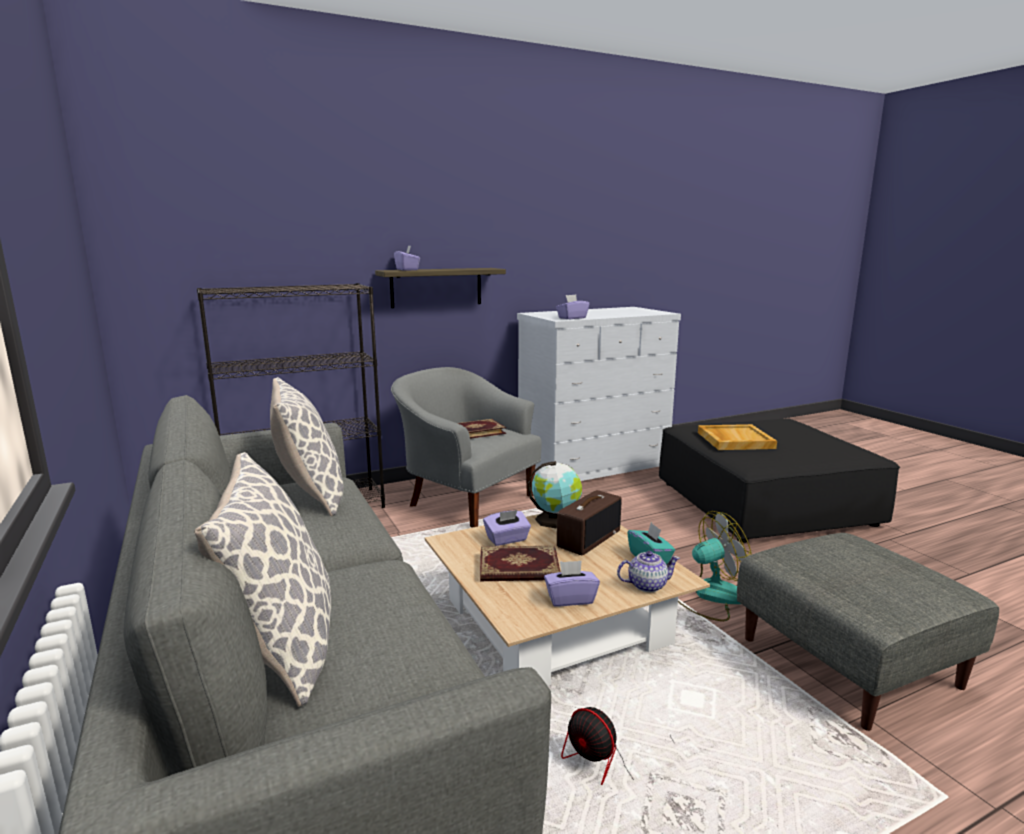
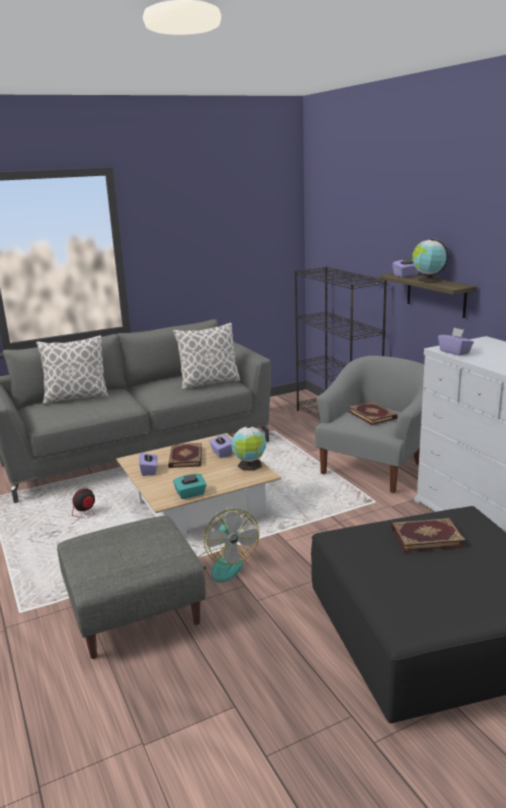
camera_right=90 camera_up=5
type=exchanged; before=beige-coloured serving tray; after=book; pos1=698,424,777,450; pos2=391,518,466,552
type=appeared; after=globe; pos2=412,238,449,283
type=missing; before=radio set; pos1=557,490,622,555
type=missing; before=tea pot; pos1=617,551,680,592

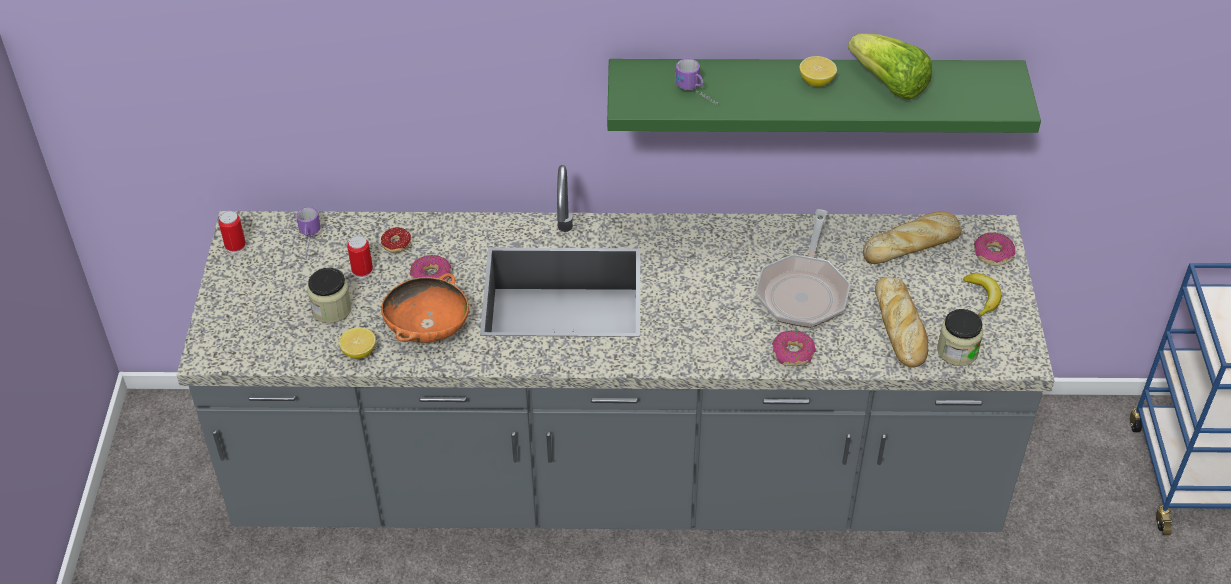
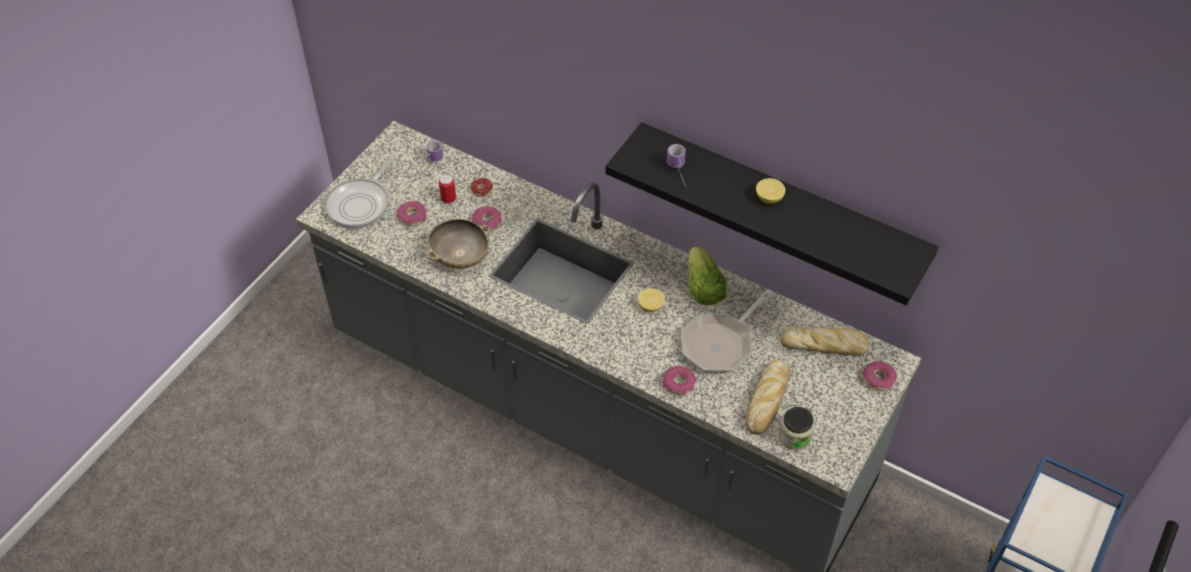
camera_right=30 camera_up=5
type=appeared; after=skillet; pos2=325,158,394,229
type=exchanged; before=jar; after=ring doughnut; pos1=307,268,352,323; pos2=397,201,426,226
type=colour; before=orange deep dish; after=beige-coloured deep dish; pos1=381,273,469,343; pos2=426,219,491,269
type=colour; before=greenish bracket shelf; after=black-coloured bracket shelf; pos1=607,59,1041,133; pos2=605,122,938,305
type=relocated; before=lemon; pos1=339,327,376,359; pos2=638,288,665,312
type=relocated; before=head of lettuce; pos1=848,33,932,100; pos2=689,246,726,305
type=missing; before=metal can; pos1=219,211,246,253
type=missing; before=banana; pos1=963,273,1001,317

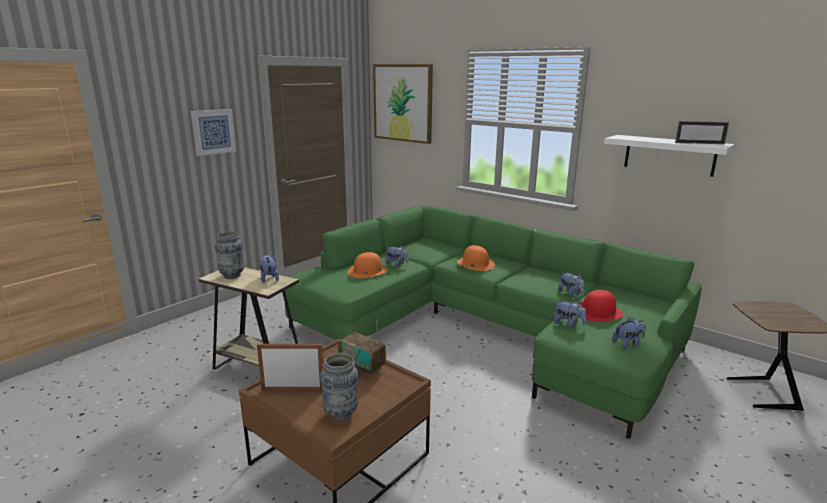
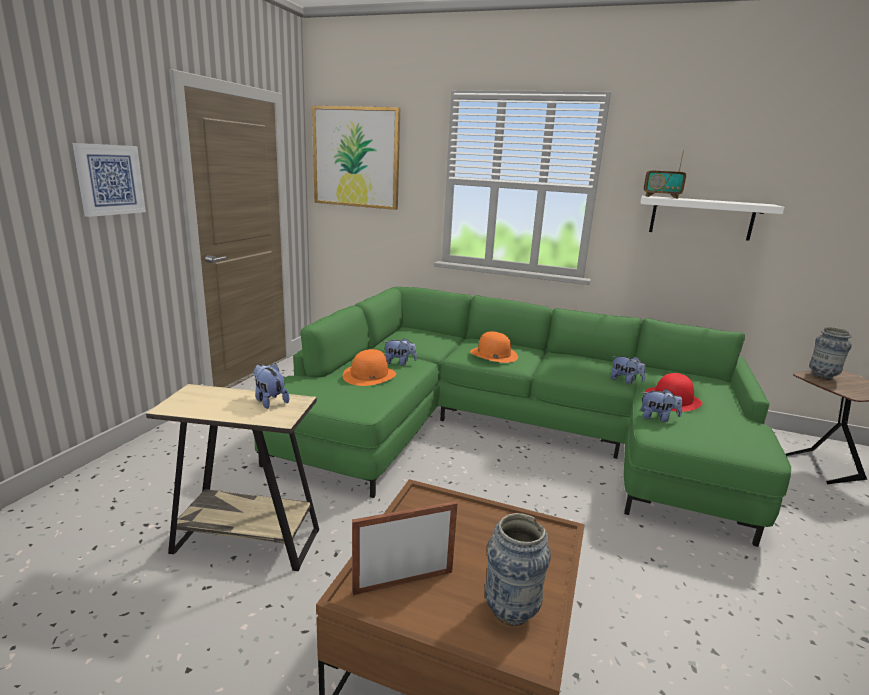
camera_right=-20 camera_up=0
type=relocated; before=radio set; pos1=338,321,386,378; pos2=644,150,686,199
type=relocated; before=decorative vase; pos1=214,231,244,279; pos2=809,327,852,380
type=missing; before=plush toy; pos1=612,317,646,349
type=missing; before=picture frame; pos1=675,121,729,144

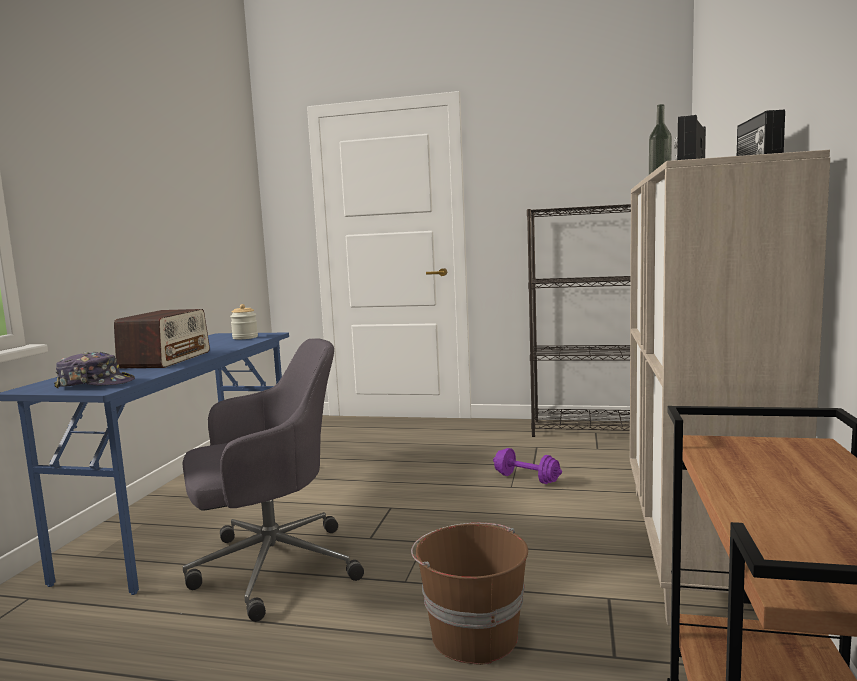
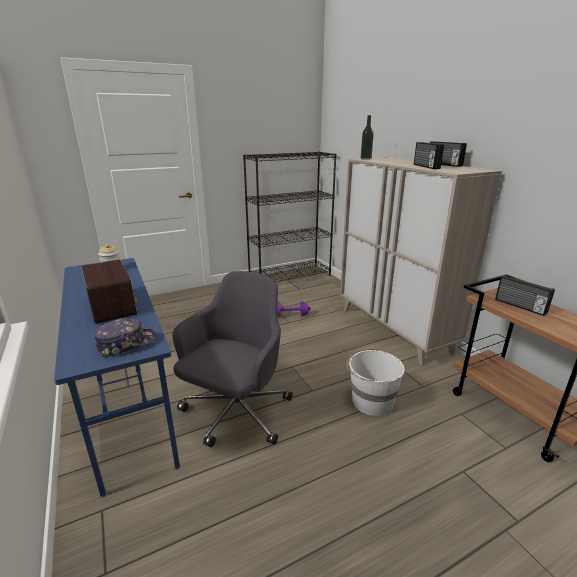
camera_right=-40 camera_up=15
type=colour; before=brown-coloured water bucket; after=whitish water bucket; pos1=411,523,528,665; pos2=347,349,405,416
type=appeared; after=radio set; pos2=495,275,555,316

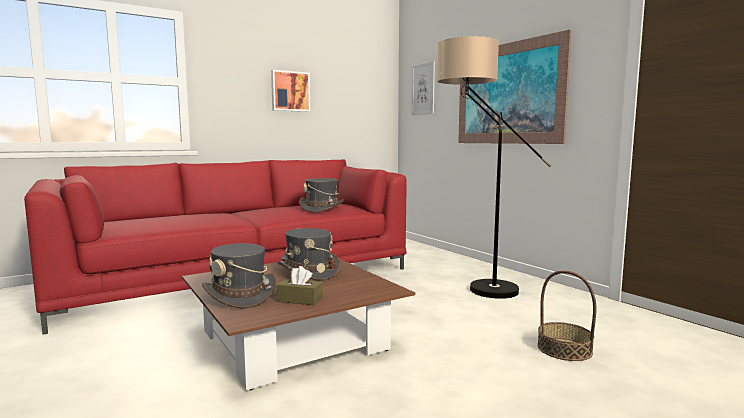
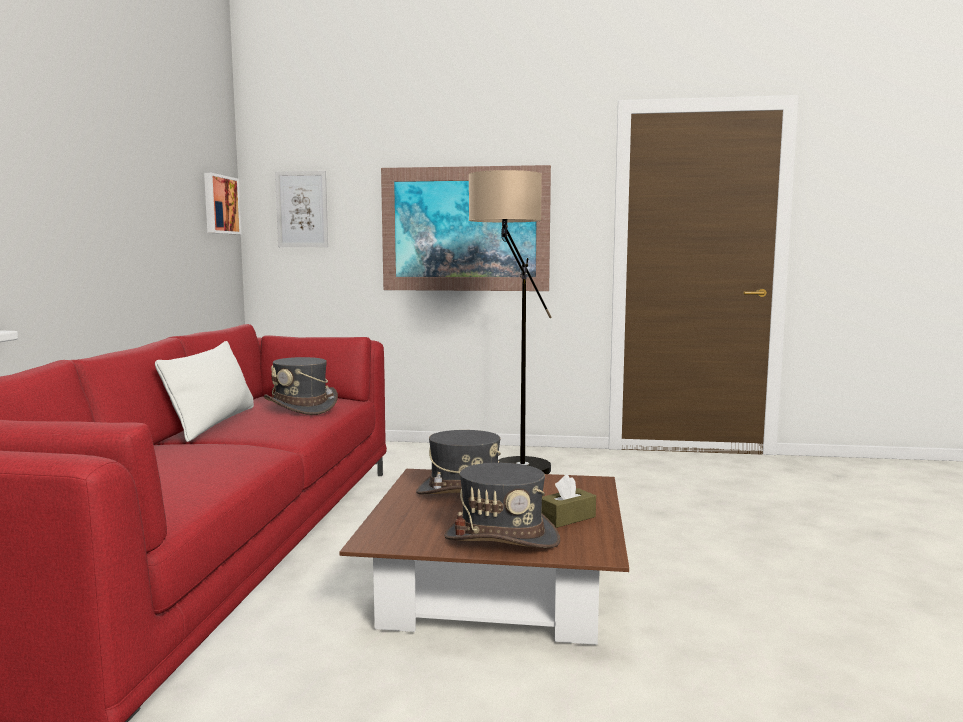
camera_right=-50 camera_up=0
type=appeared; after=whitish pillow; pos2=155,341,254,442
type=relocated; before=wall picture; pos1=271,70,310,112; pos2=204,173,242,234
type=missing; before=storage basket; pos1=537,270,596,361

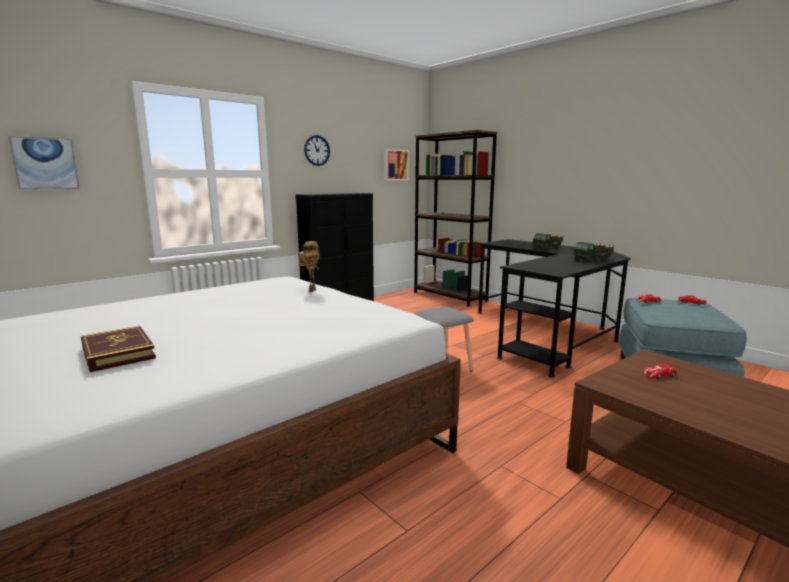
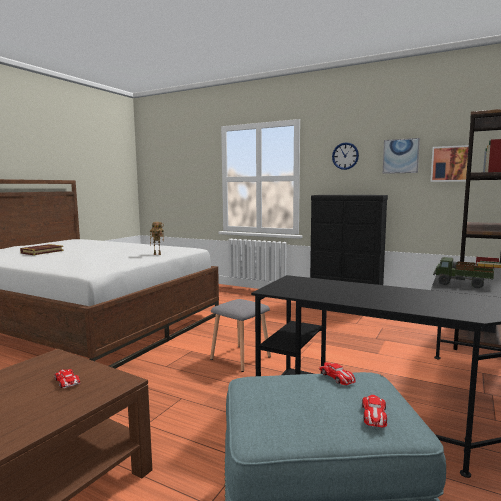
camera_right=70 camera_up=-5
type=relocated; before=wall picture; pos1=8,136,80,190; pos2=383,138,420,174
type=missing; before=model truck; pos1=573,242,614,263

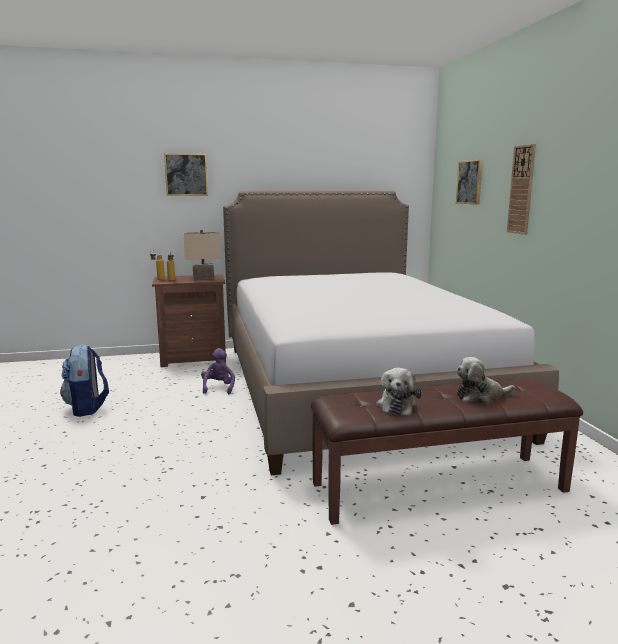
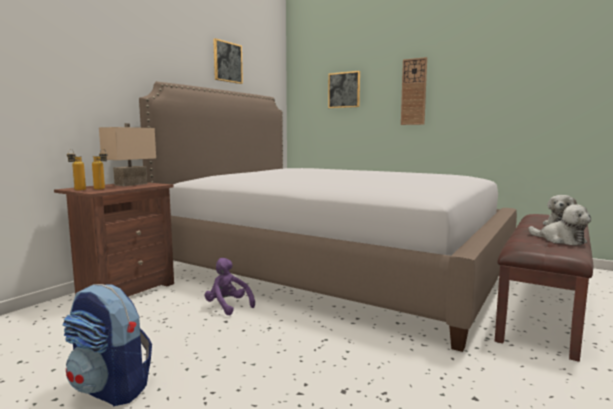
camera_right=-45 camera_up=-5
type=relocated; before=wall picture; pos1=164,153,208,196; pos2=213,38,243,84

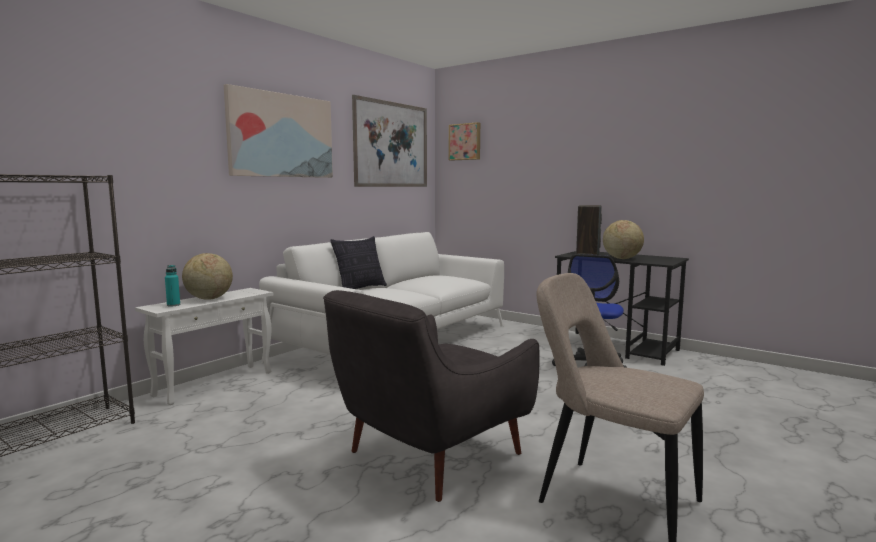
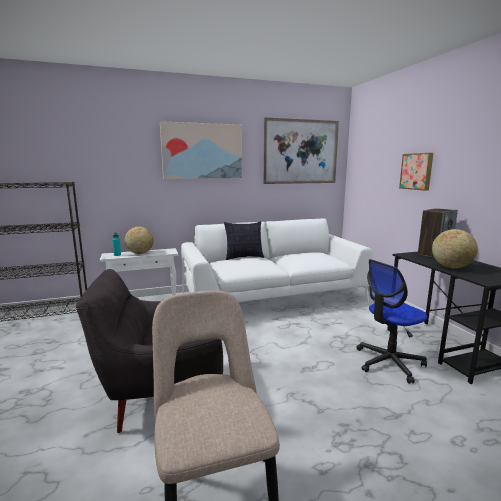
camera_right=35 camera_up=5
type=relocated; before=wall picture; pos1=449,122,480,161; pos2=399,153,433,191

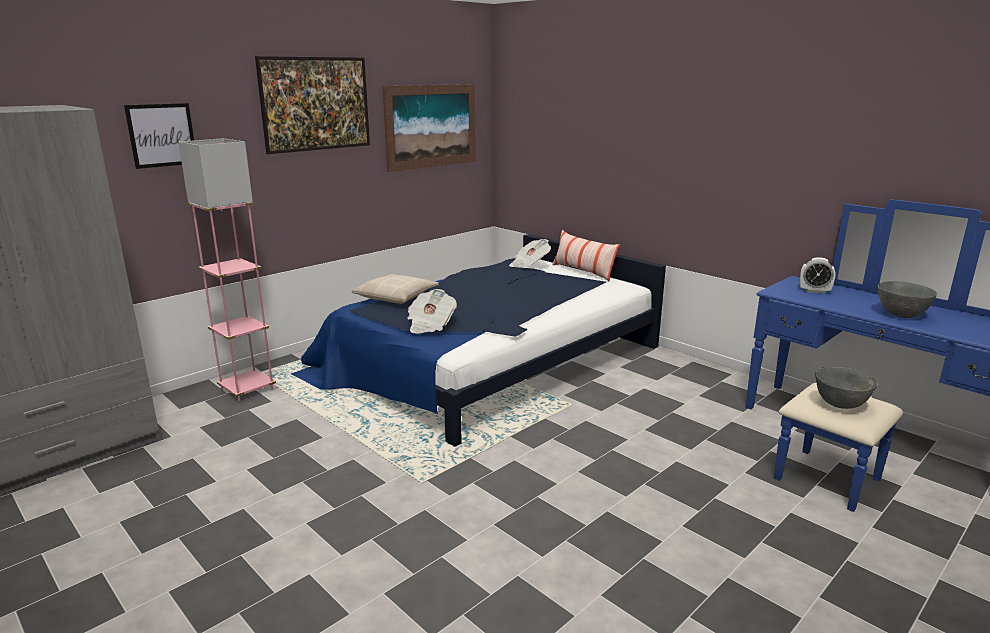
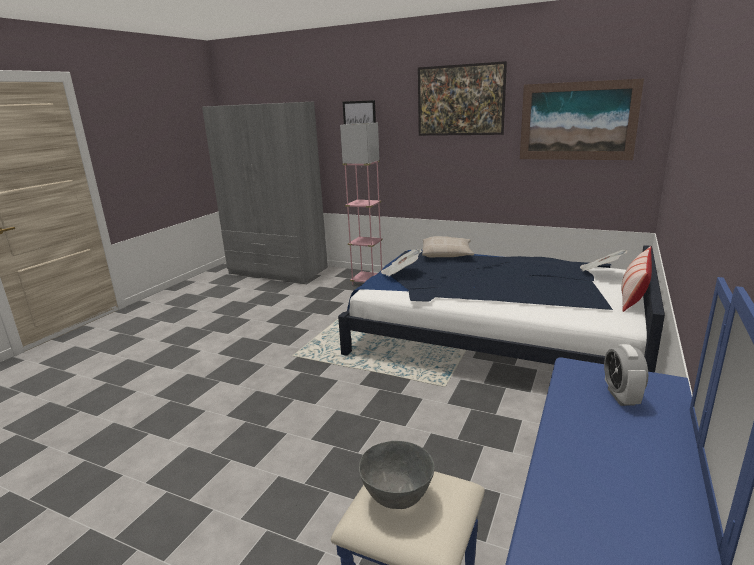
camera_right=70 camera_up=0
type=missing; before=greyish deep dish; pos1=878,281,937,318

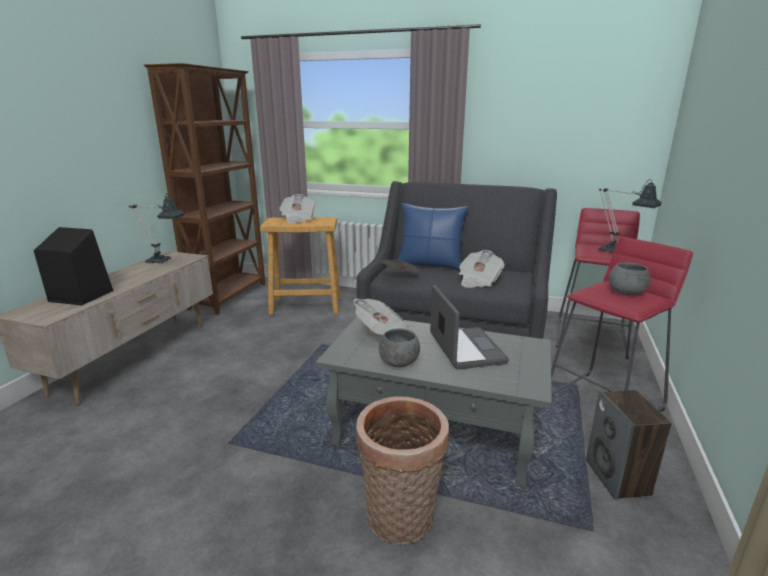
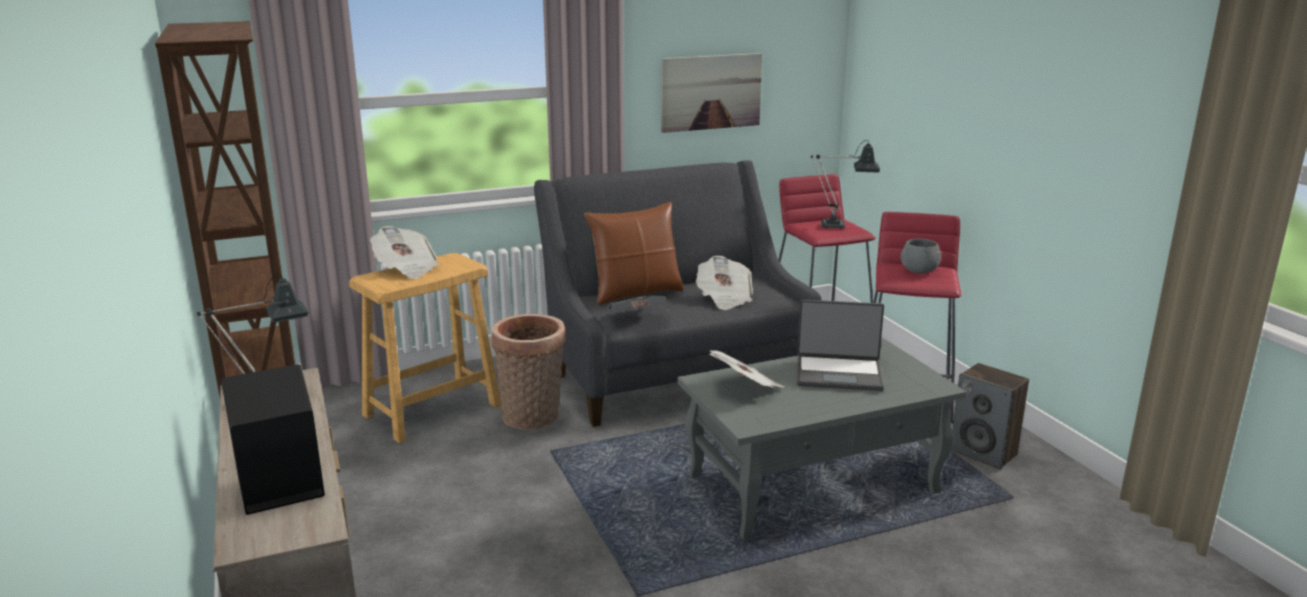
camera_right=-40 camera_up=0
type=relocated; before=storage basket; pos1=356,397,449,544; pos2=492,314,566,430
type=colour; before=blue pillow; after=brown-coloured pillow; pos1=398,203,468,271; pos2=584,202,684,305
type=appeared; after=wall picture; pos2=661,53,762,133
type=spun; before=laptop; pos1=430,285,509,369; pos2=797,300,884,391; turn=150
type=missing; before=greyish deep dish; pos1=379,328,420,367

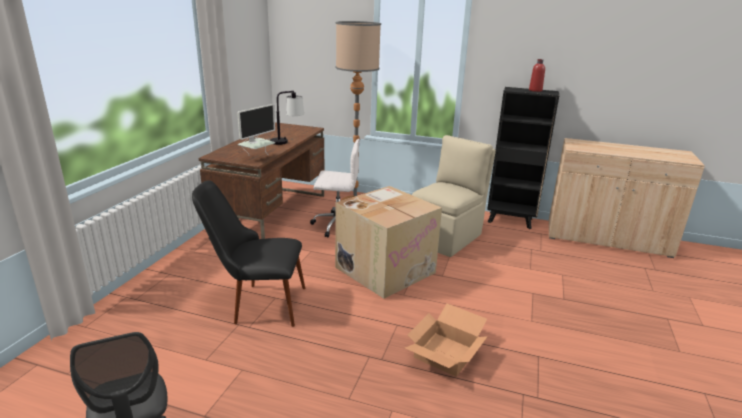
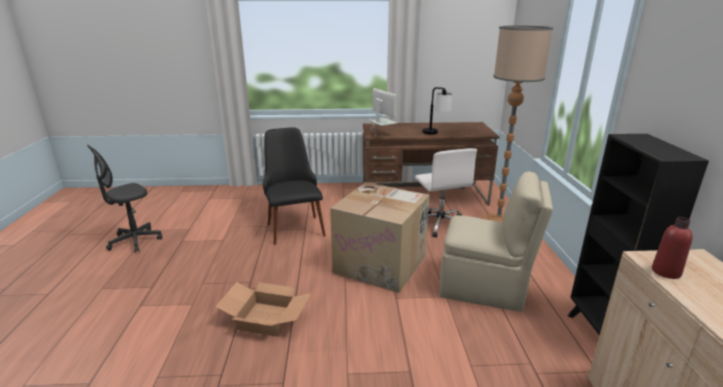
camera_right=70 camera_up=0
type=spun; before=computer screen; pos1=238,104,276,155; pos2=368,88,397,132; turn=-135
type=relocated; before=red-coloured beverage bottle; pos1=529,59,545,92; pos2=652,217,693,279

